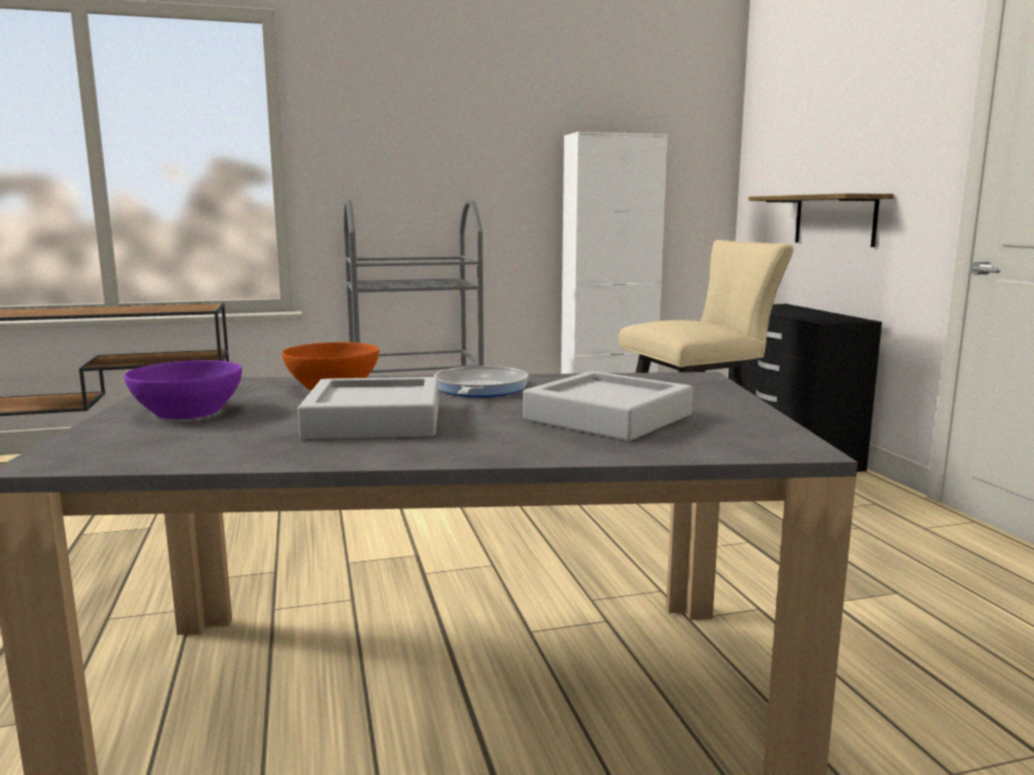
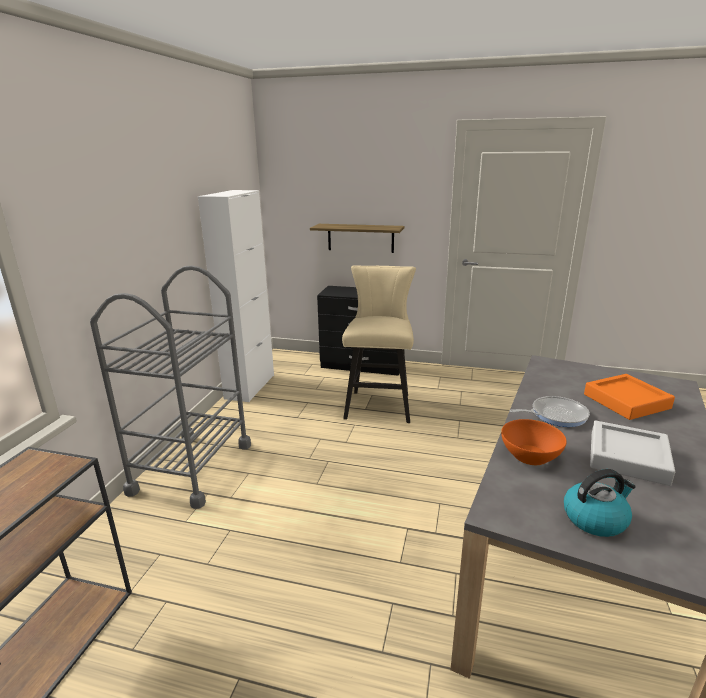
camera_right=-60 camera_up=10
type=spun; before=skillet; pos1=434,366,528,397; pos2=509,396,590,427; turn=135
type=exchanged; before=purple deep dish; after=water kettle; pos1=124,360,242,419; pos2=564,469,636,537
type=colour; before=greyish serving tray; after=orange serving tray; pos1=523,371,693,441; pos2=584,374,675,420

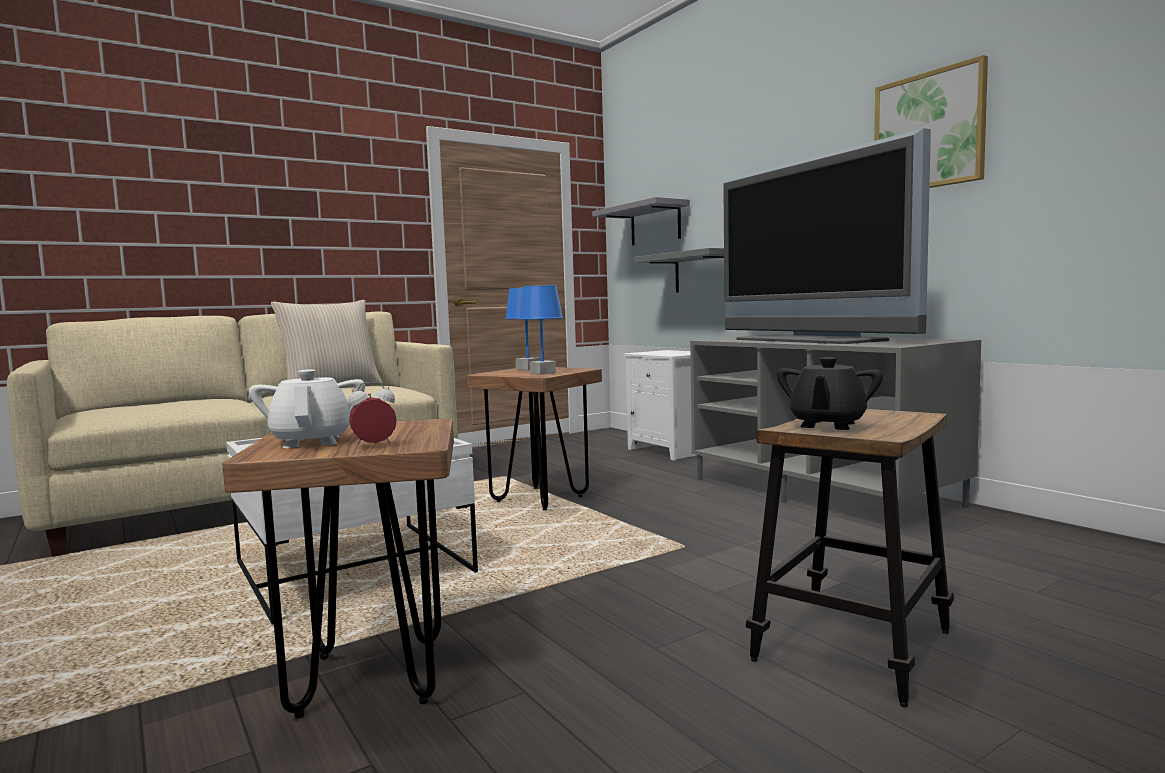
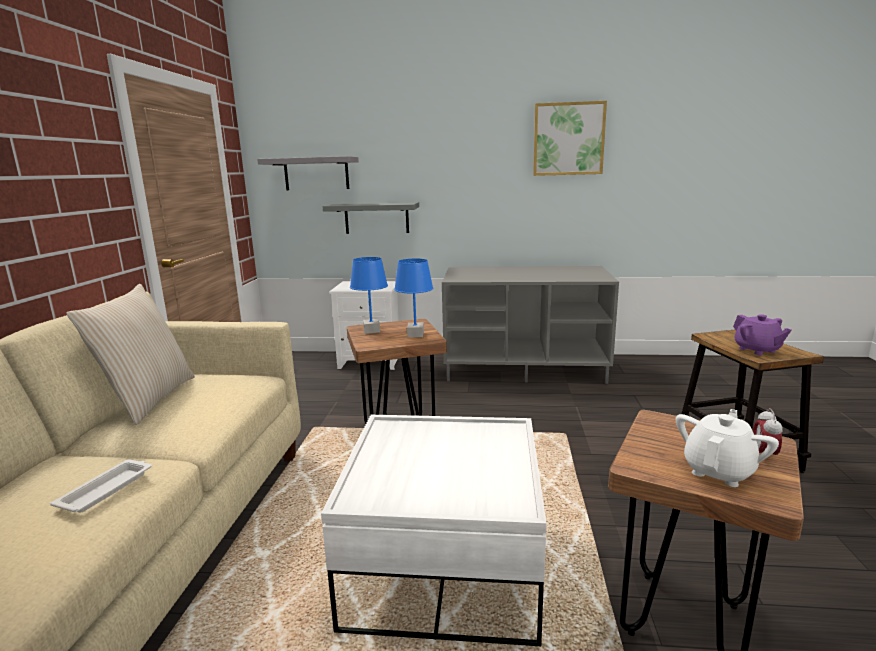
camera_right=-50 camera_up=10
type=appeared; after=whitish serving tray; pos2=50,459,152,513
type=spun; before=whitish tea pot; pos1=249,369,365,448; pos2=676,409,779,487; turn=105
type=colour; before=black-coloured tea pot; after=purple tea pot; pos1=777,357,883,430; pos2=733,314,792,355
type=missing; before=TV set; pos1=723,128,931,344

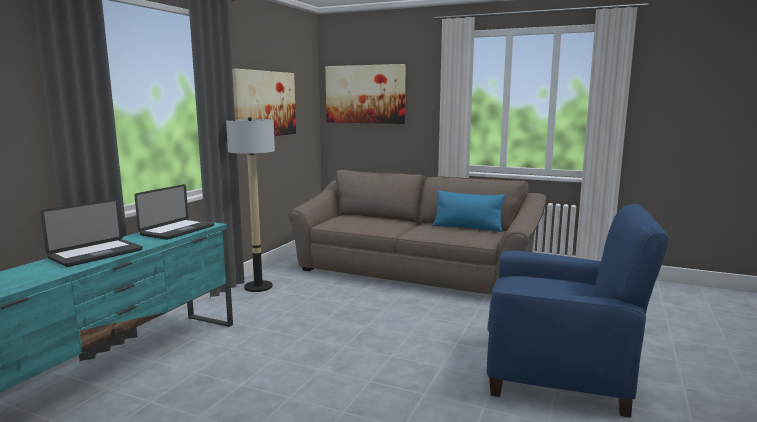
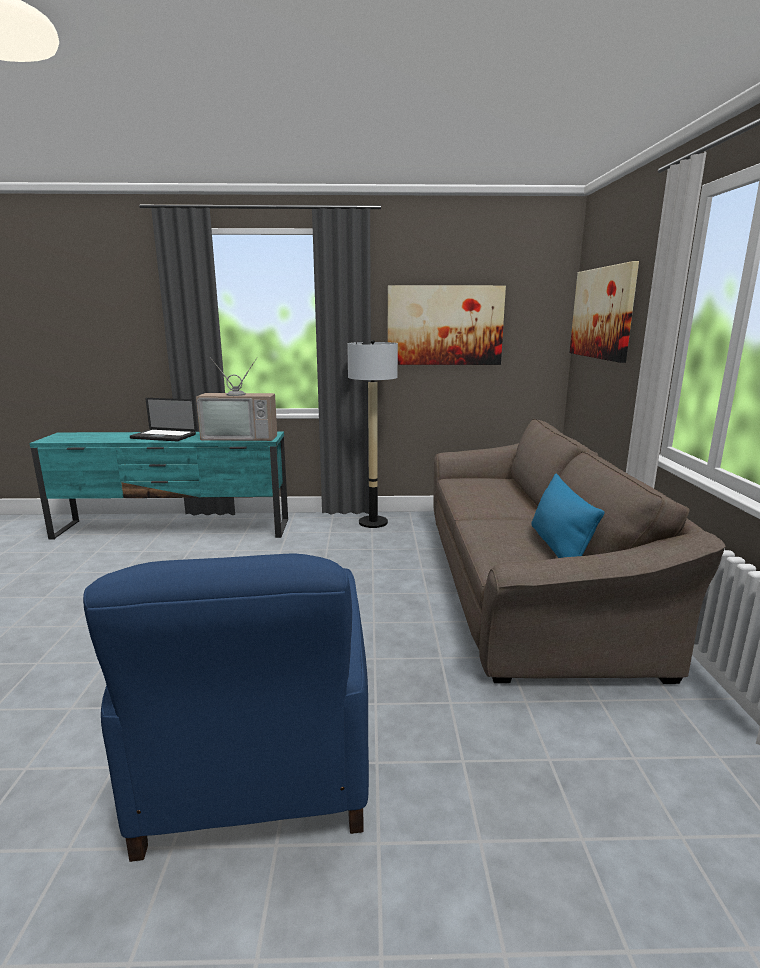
camera_right=65 camera_up=5
type=exchanged; before=laptop; after=TV set; pos1=134,184,214,240; pos2=196,357,277,441

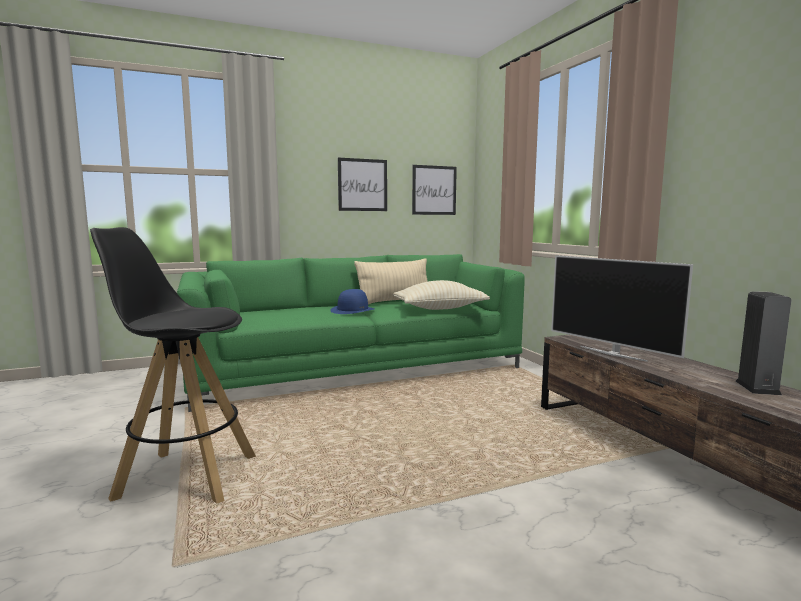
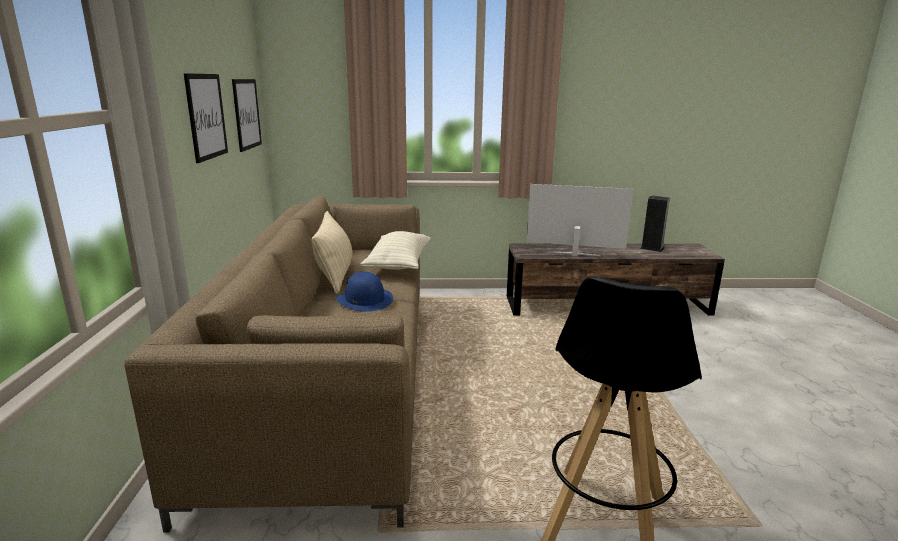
camera_right=-70 camera_up=10
type=colour; before=greenish settee; after=brown-coloured settee; pos1=177,254,525,412; pos2=124,196,420,532
type=spun; before=TV set; pos1=551,255,693,362; pos2=527,184,633,256; turn=-150

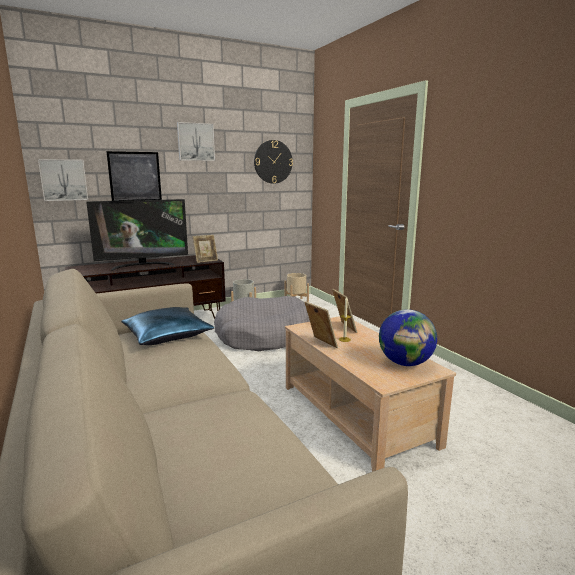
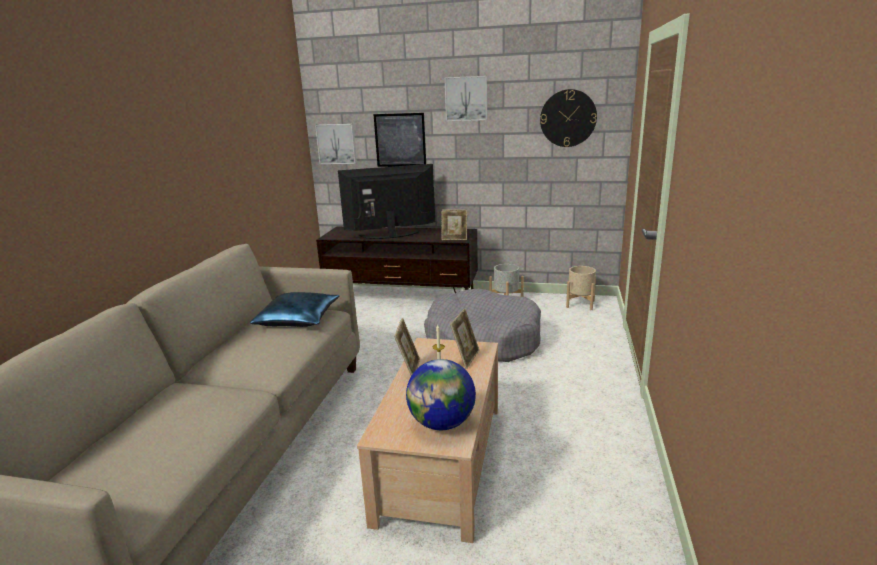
camera_right=40 camera_up=5
type=spun; before=TV set; pos1=86,199,188,270; pos2=338,164,435,239; turn=150

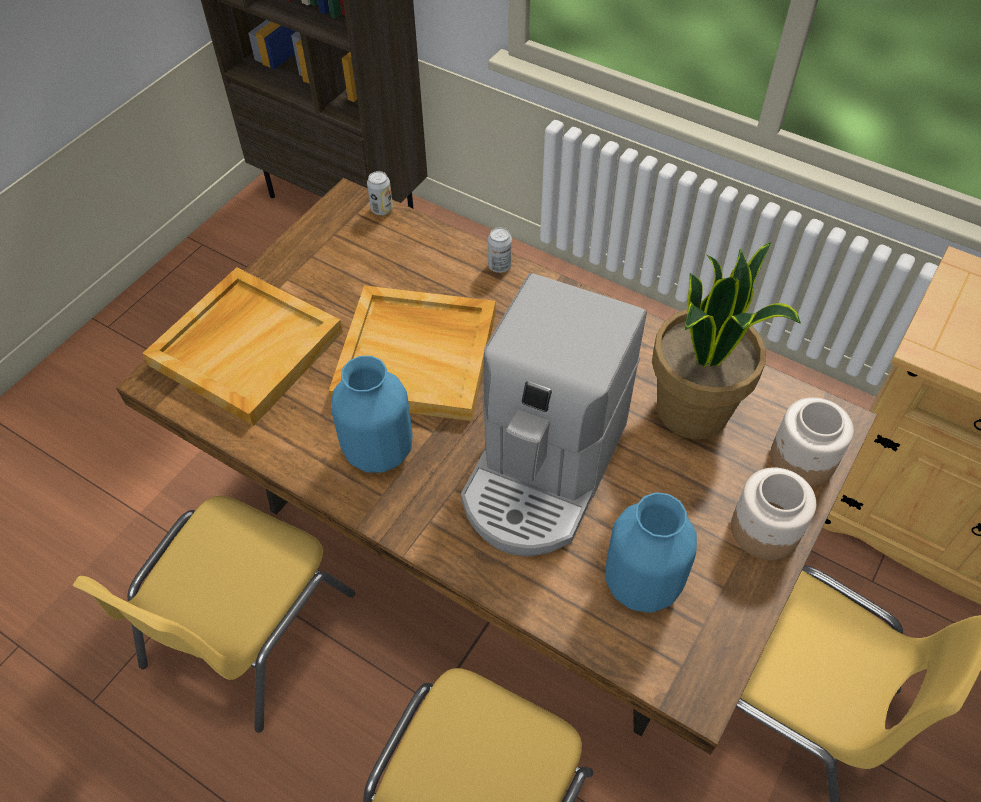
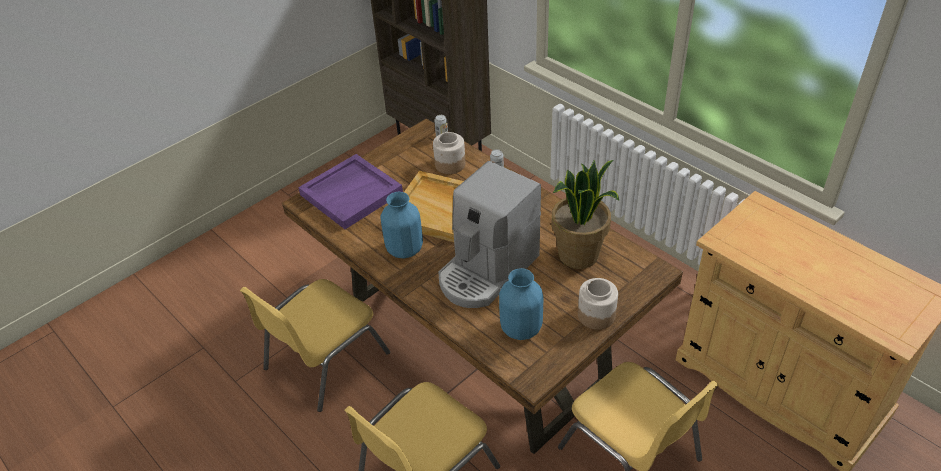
camera_right=15 camera_up=-10
type=colour; before=beige-coloured serving tray; after=purple serving tray; pos1=142,267,343,426; pos2=298,154,403,229
type=relocated; before=jar; pos1=770,397,854,486; pos2=433,132,465,174

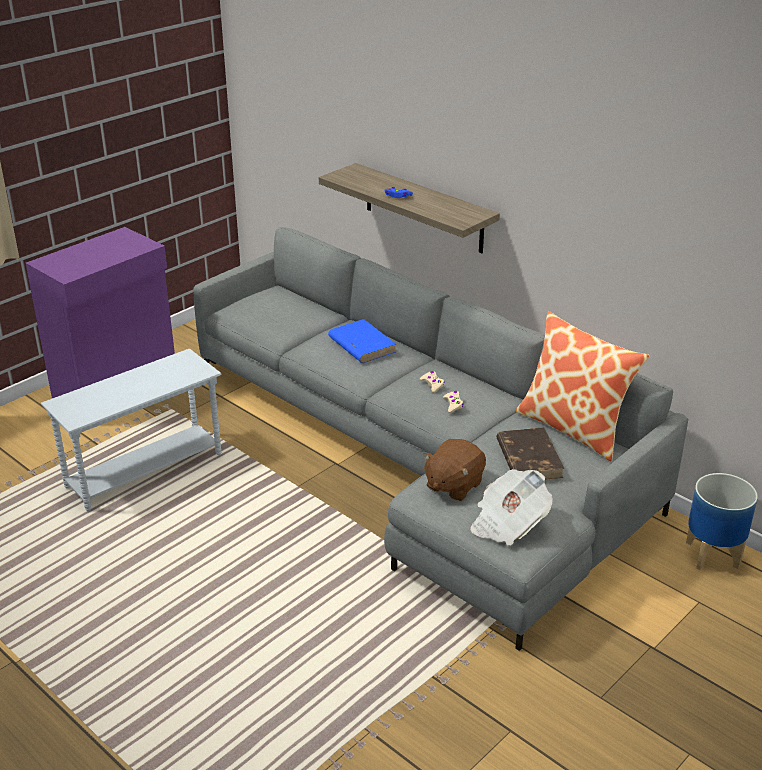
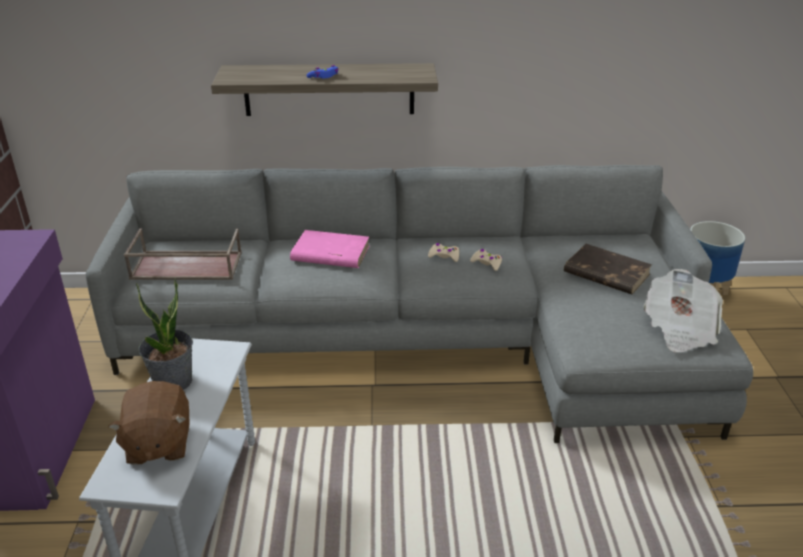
camera_right=-45 camera_up=0
type=relocated; before=brown-coloured plush toy; pos1=423,439,486,501; pos2=108,381,190,465
type=appeared; after=brown-coloured serving tray; pos2=124,229,242,280
type=appeared; after=plant in a pot; pos2=136,278,193,390
type=colour; before=blue book; after=pink book; pos1=328,319,396,363; pos2=290,230,370,268
type=missing; before=pillow; pos1=515,311,649,461

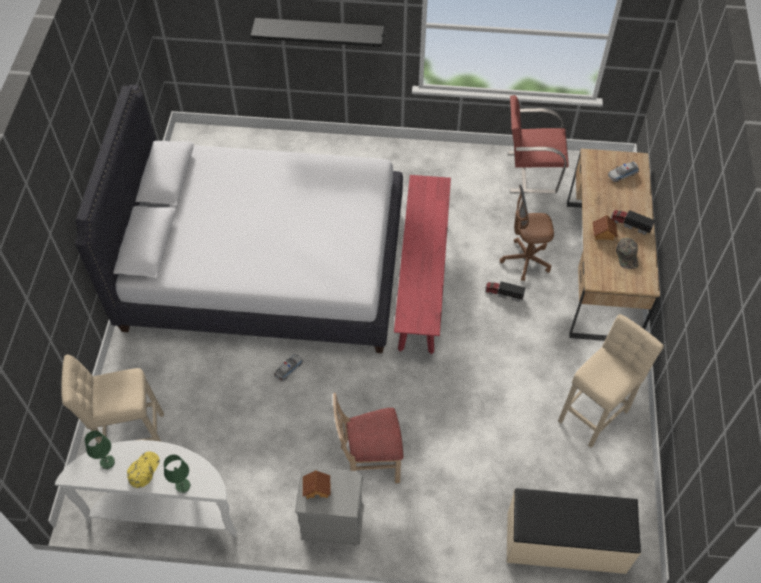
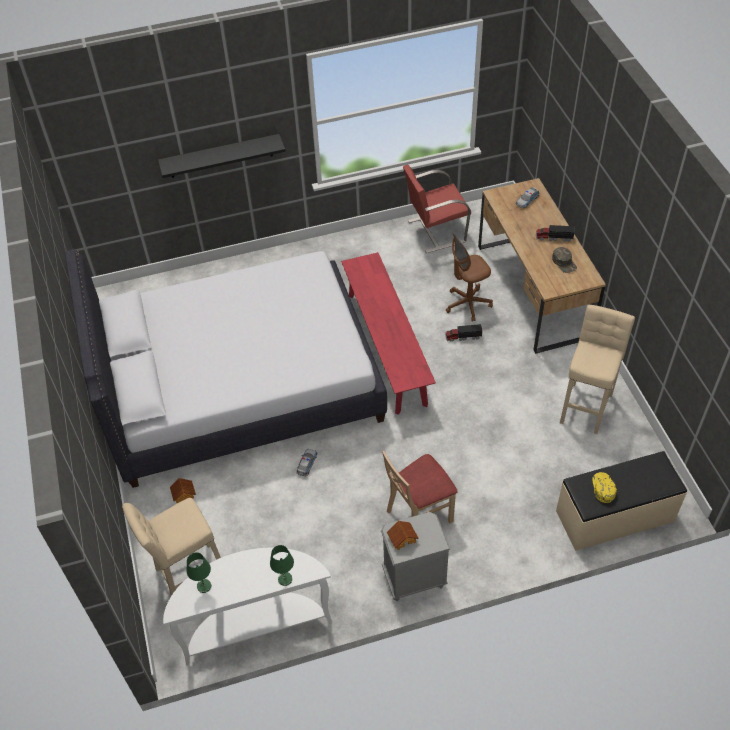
camera_right=-20 camera_up=-5
type=relocated; before=miniature house; pos1=593,215,618,240; pos2=170,478,196,503
type=relocated; before=yellowish peaked cap; pos1=127,451,160,488; pos2=592,472,617,503

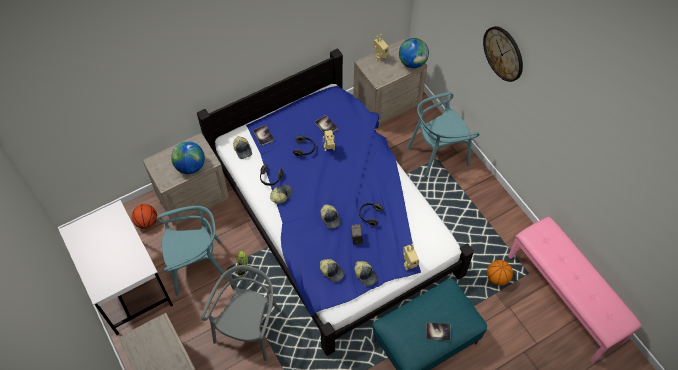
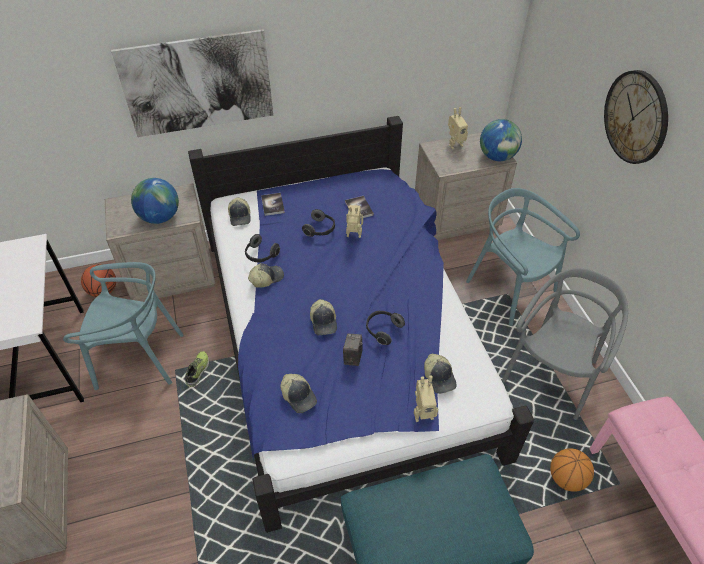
camera_right=15 camera_up=-10
type=appeared; after=wall picture; pos2=111,29,273,137
type=relocated; before=peaked cap; pos1=354,261,377,286; pos2=424,354,457,394
type=spun; before=turquoise chair; pos1=407,92,480,178; pos2=466,188,580,326; turn=60
type=relocated; before=greyish chair; pos1=201,265,281,361; pos2=502,268,628,420
type=missing; before=book; pos1=426,323,450,341

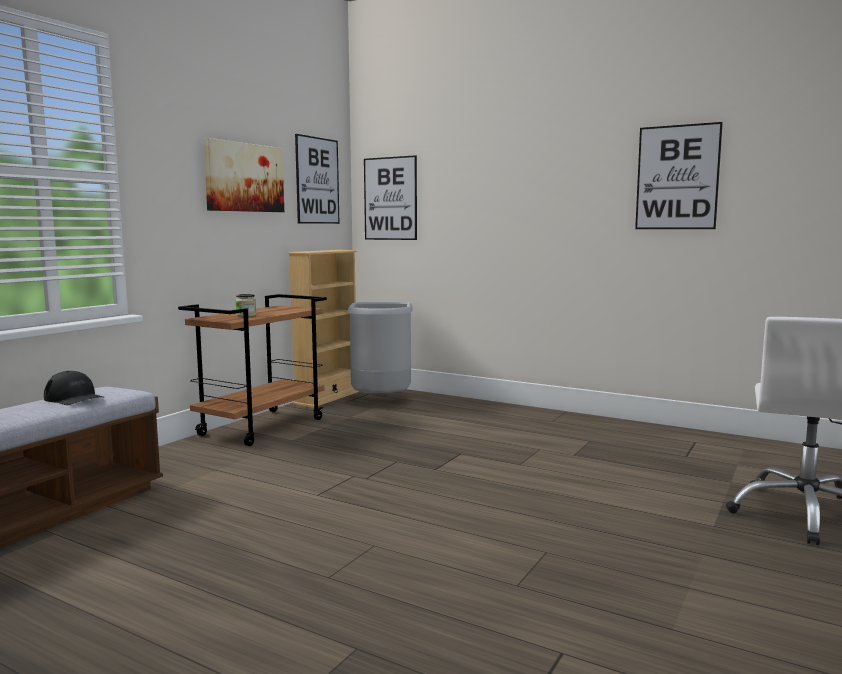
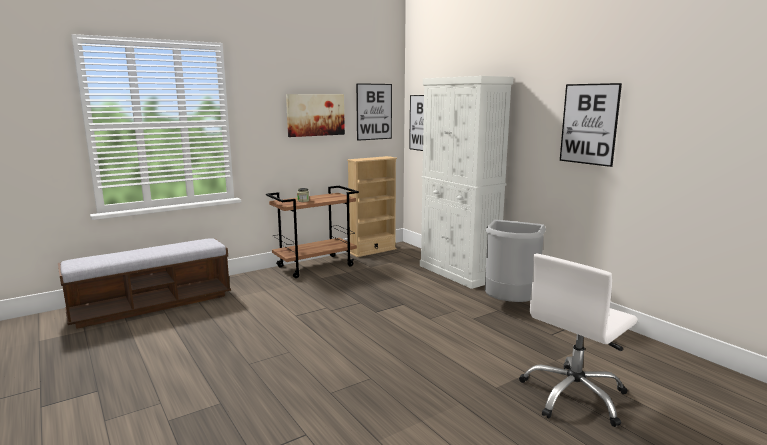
camera_right=25 camera_up=5
type=appeared; after=whitish cabinet; pos2=420,76,514,289
type=relocated; before=greyish rubbish bin; pos1=347,302,413,393; pos2=485,220,546,302
type=missing; before=black-coloured peaked cap; pos1=44,371,103,405

